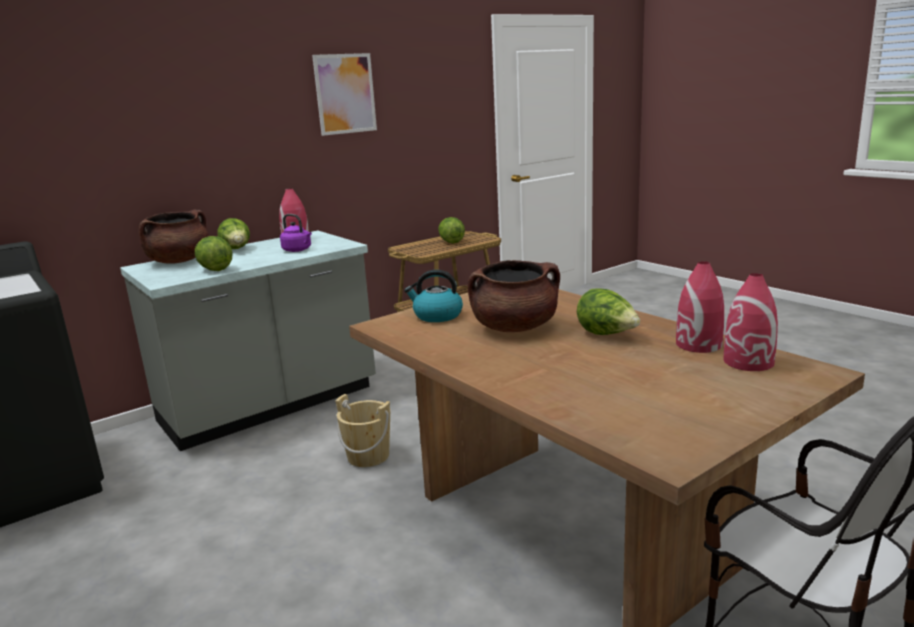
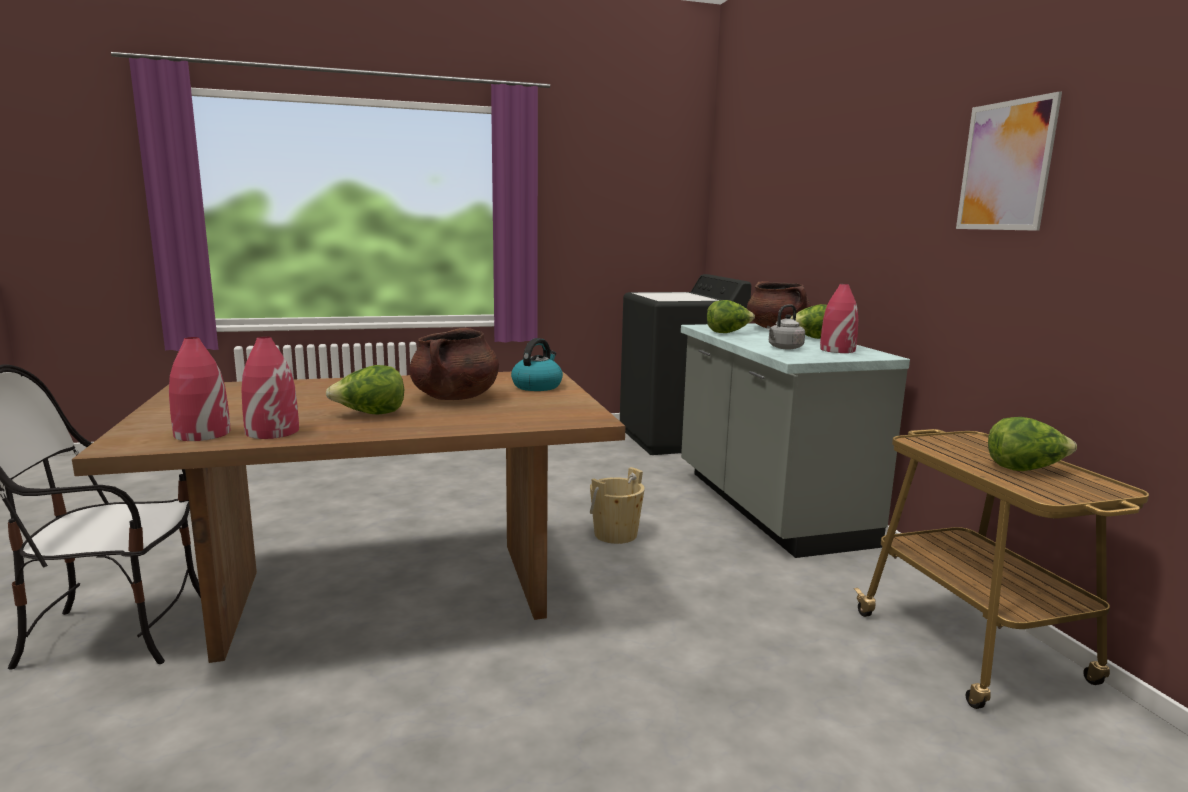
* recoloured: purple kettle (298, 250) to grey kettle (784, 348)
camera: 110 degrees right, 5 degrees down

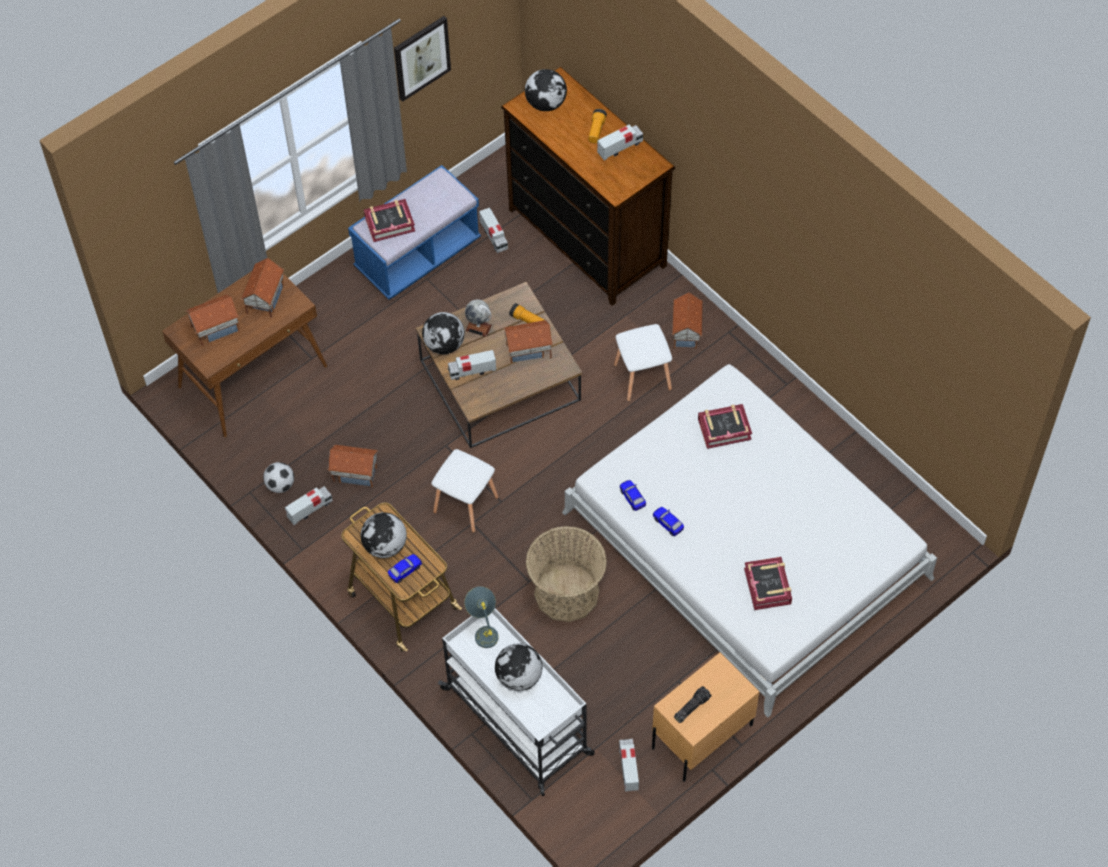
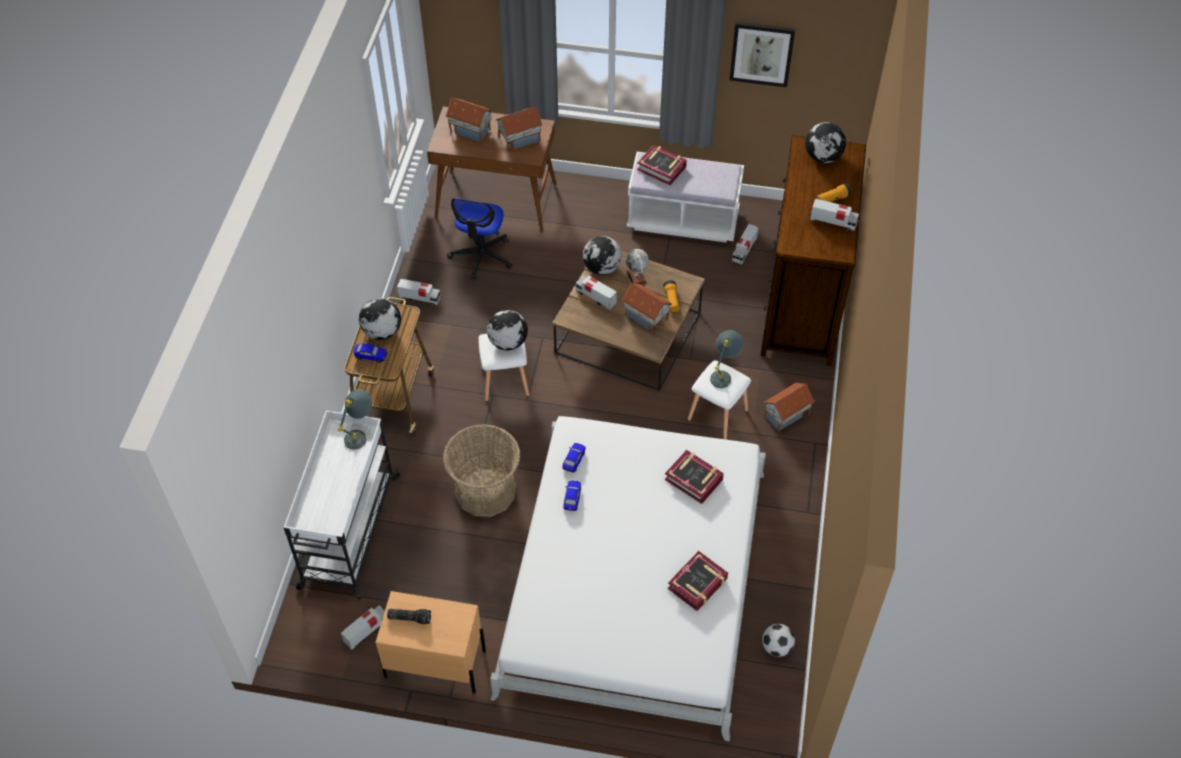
* moved: football (280, 485) to (776, 647)
* removed: toy house (355, 473)
* recoloured: blue bench (417, 255) to white bench (683, 220)
* moved: globe (518, 677) to (507, 342)
* moved: book (768, 586) to (698, 584)
* added: office chair (481, 256)
* added: grey table lamp (724, 374)
camera: 50 degrees right, 5 degrees down

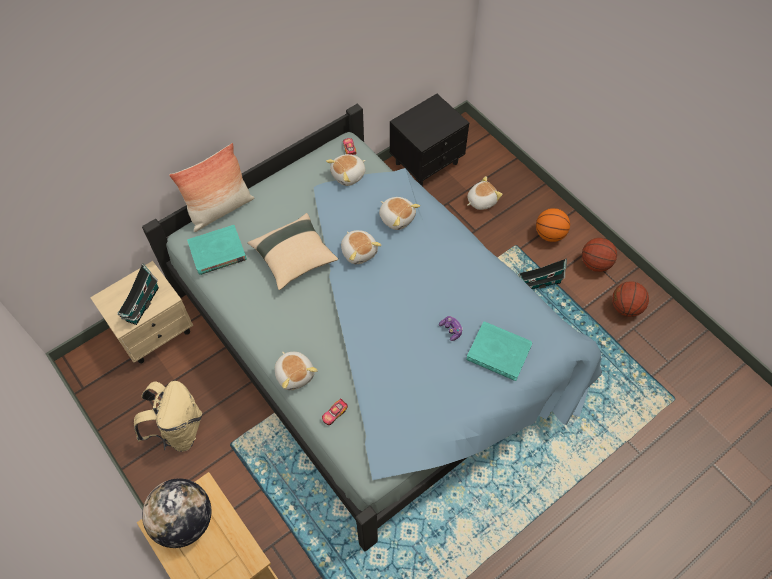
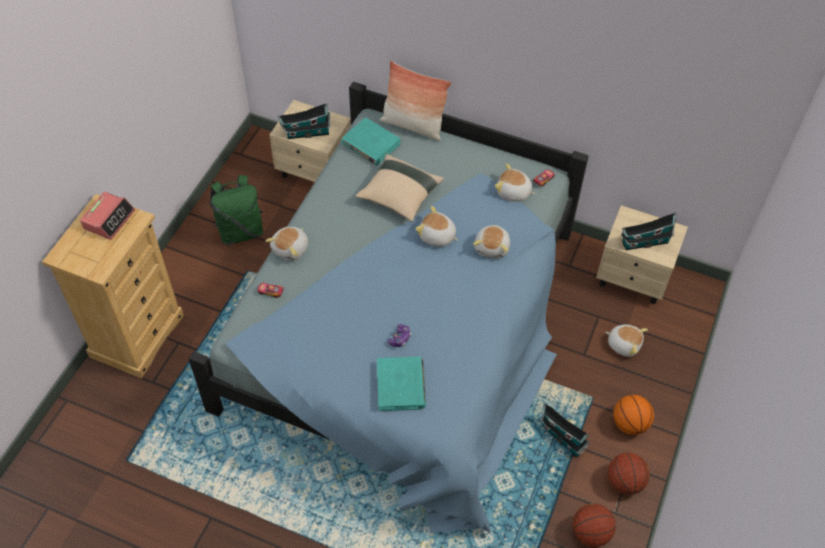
* recoloured: beige backpack (178, 429) to green backpack (240, 231)
* replaced: globe (184, 521) to alarm clock (109, 219)
* turned: plush toy (359, 251) = (437, 236) 90 degrees clockwise
* recoloured: black nightstand (427, 162) to beige nightstand (633, 278)
* added: toy house (643, 242)
camera: 60 degrees right, 5 degrees down

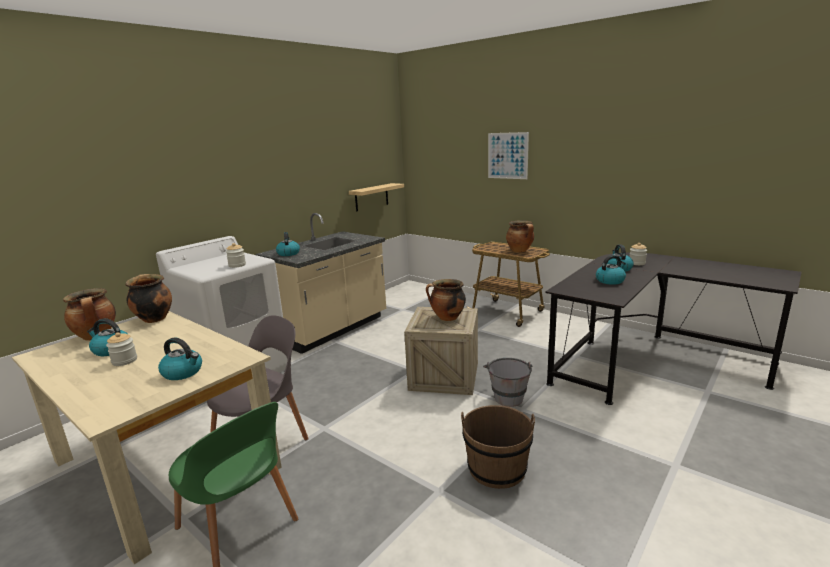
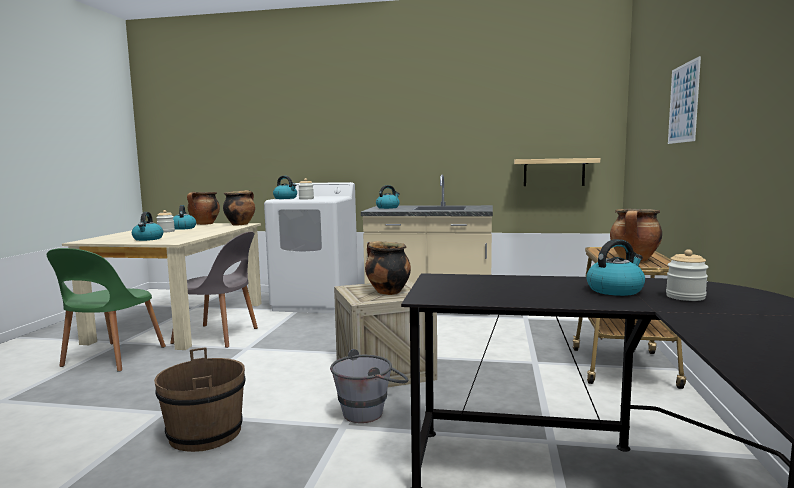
* moved: kettle (610, 280) to (286, 198)
camera: 60 degrees right, 10 degrees down

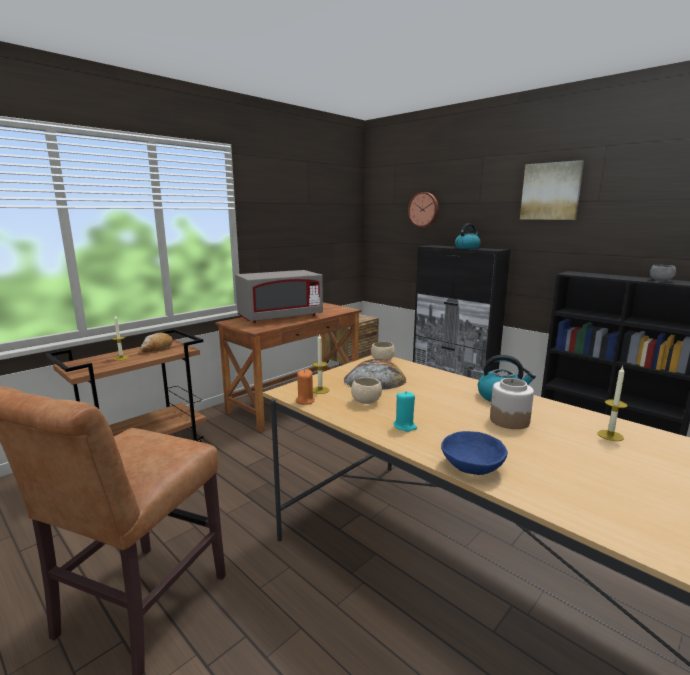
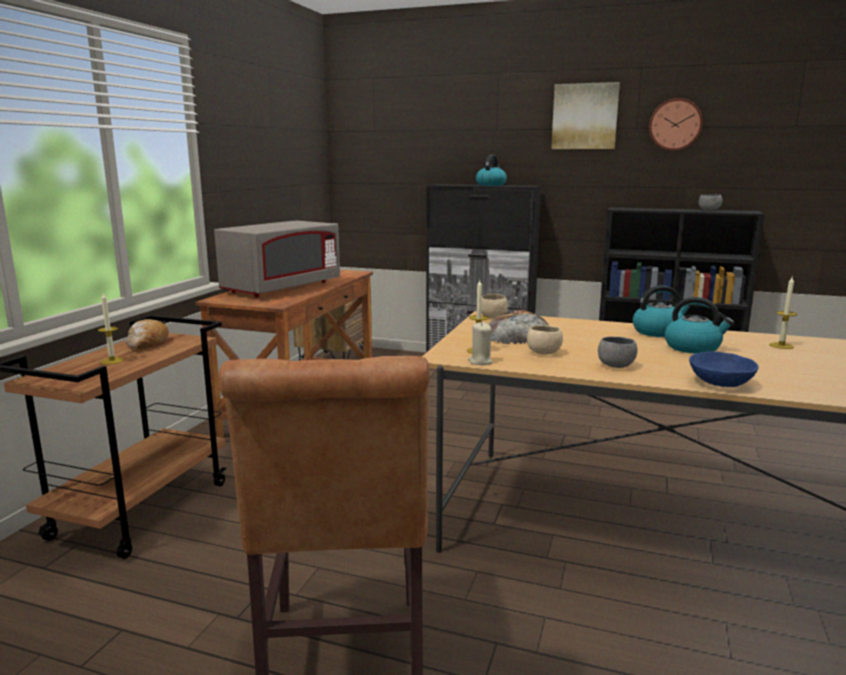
* recoloured: orange candle (305, 401) to beige candle (480, 362)
* replaced: turquoise candle (405, 426) to grey bowl (616, 366)
* moved: wall clock (424, 209) to (675, 125)
* replaced: jar (509, 420) to kettle (693, 347)
camera: 25 degrees left, 0 degrees up

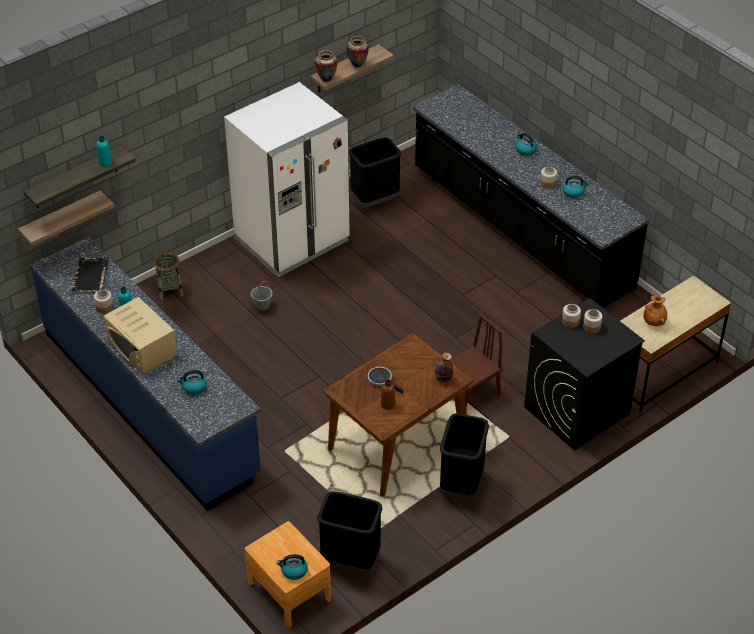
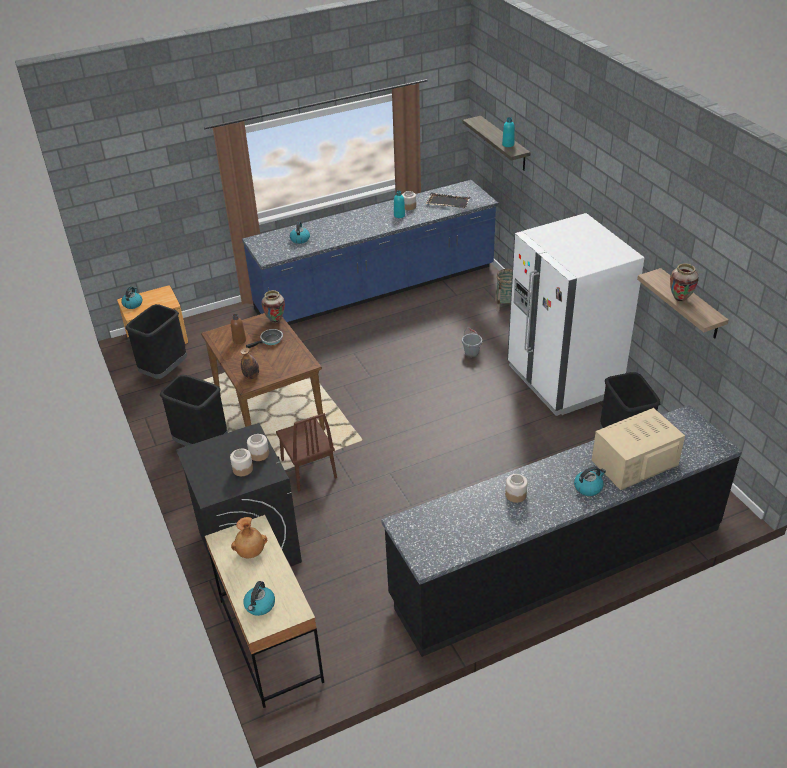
* removed: shelf (61, 219)
* moved: beige microwave (142, 347) to (634, 462)
* moved: vase (326, 80) to (275, 321)
* moved: kettle (573, 192) to (260, 605)
camera: 105 degrees right, 5 degrees down

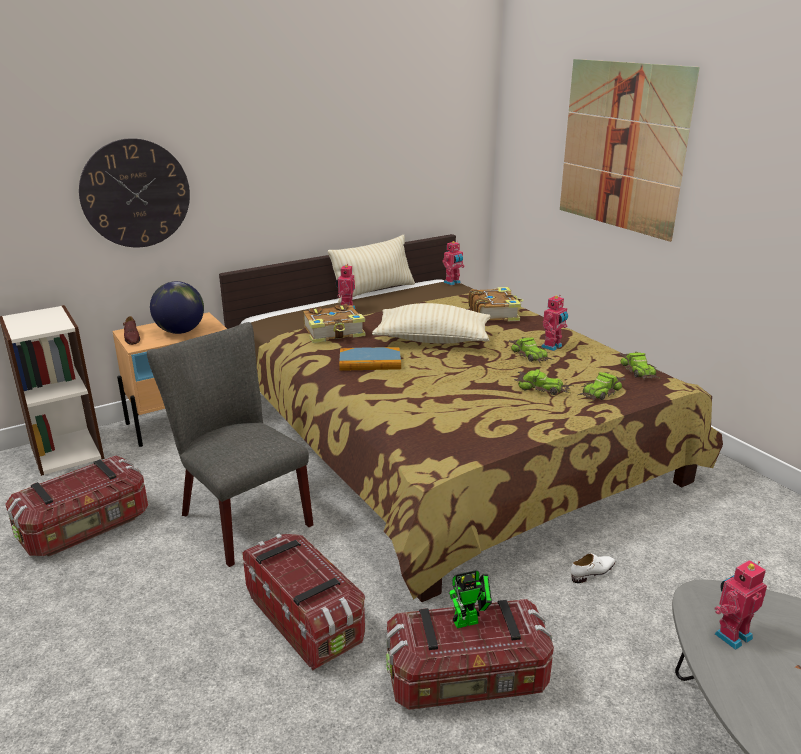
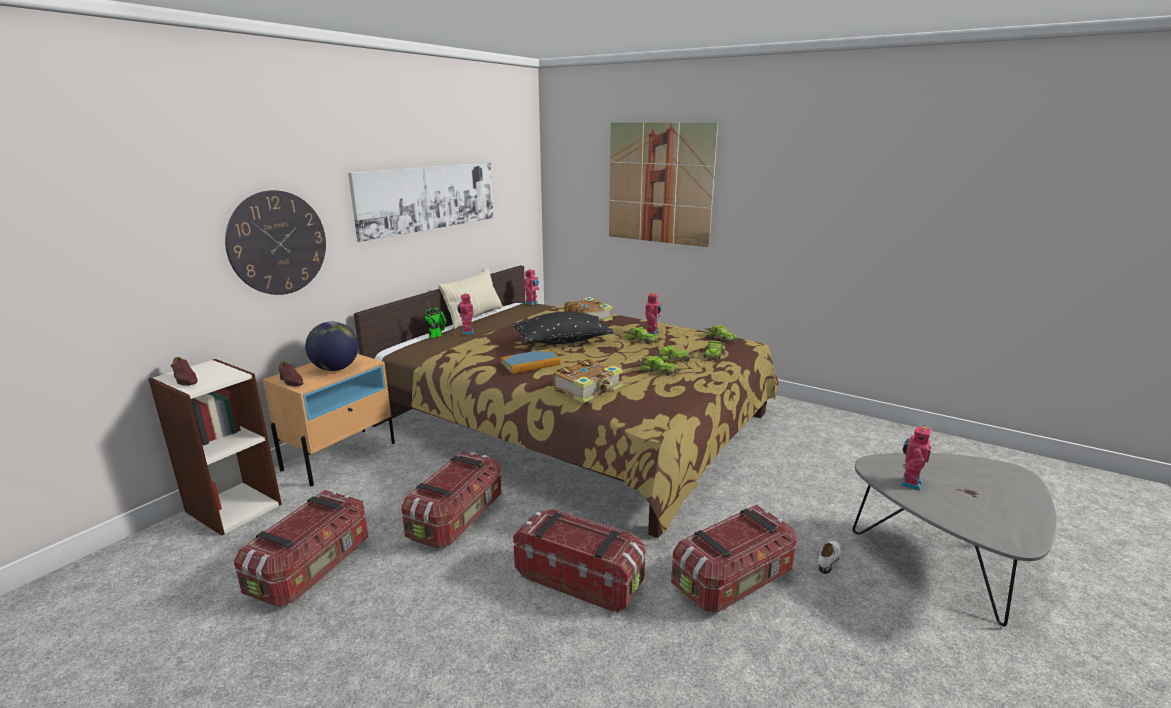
* replaced: grey chair (239, 517) to storage box (458, 518)
* moved: book (334, 332) to (588, 389)
* recoloured: beige pillow (432, 340) to black pillow (562, 341)
* moved: toy robot (469, 621) to (437, 335)
* moved: white shoe (593, 572) to (829, 559)
* added: brown shoe (185, 380)
* added: picture (428, 198)
* added: toy car (659, 371)
camera: 25 degrees left, 5 degrees down

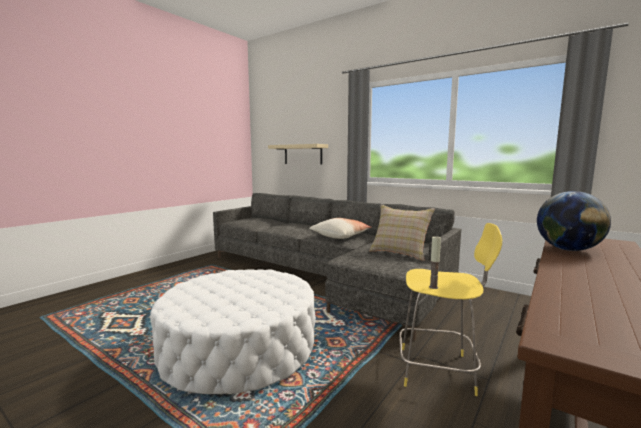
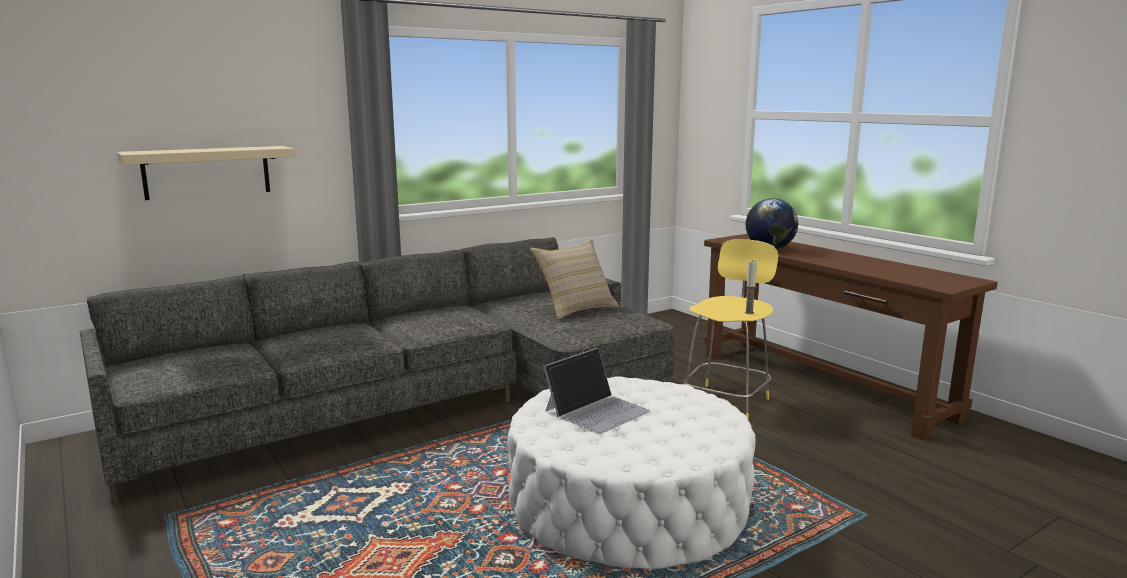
* removed: pillow (340, 236)
* added: laptop (597, 410)
camera: 70 degrees left, 5 degrees up

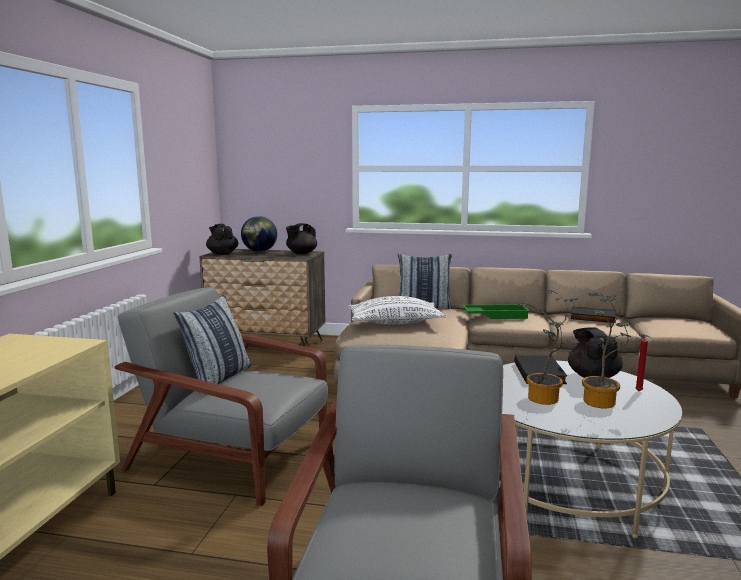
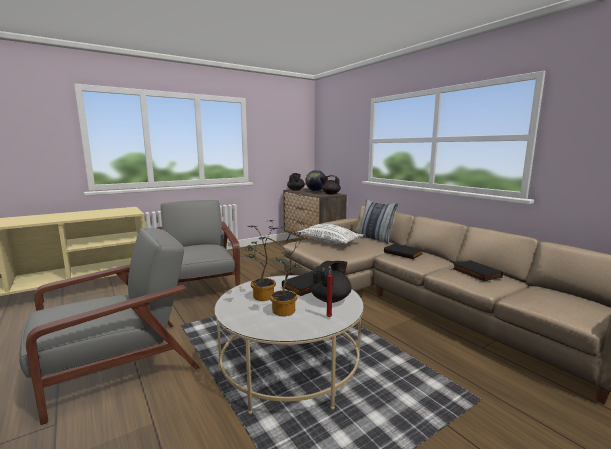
* removed: pillow (218, 378)
* replaced: green tray (495, 315) to black book (403, 253)
camera: 45 degrees right, 0 degrees up

